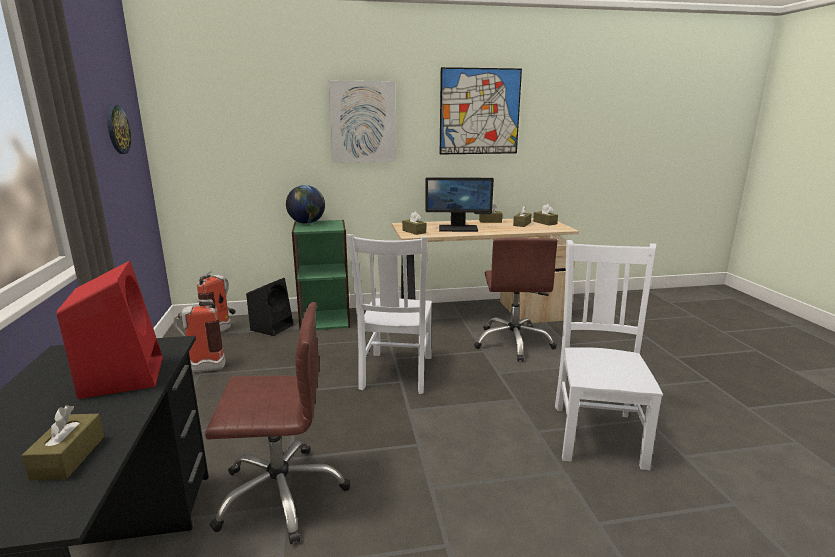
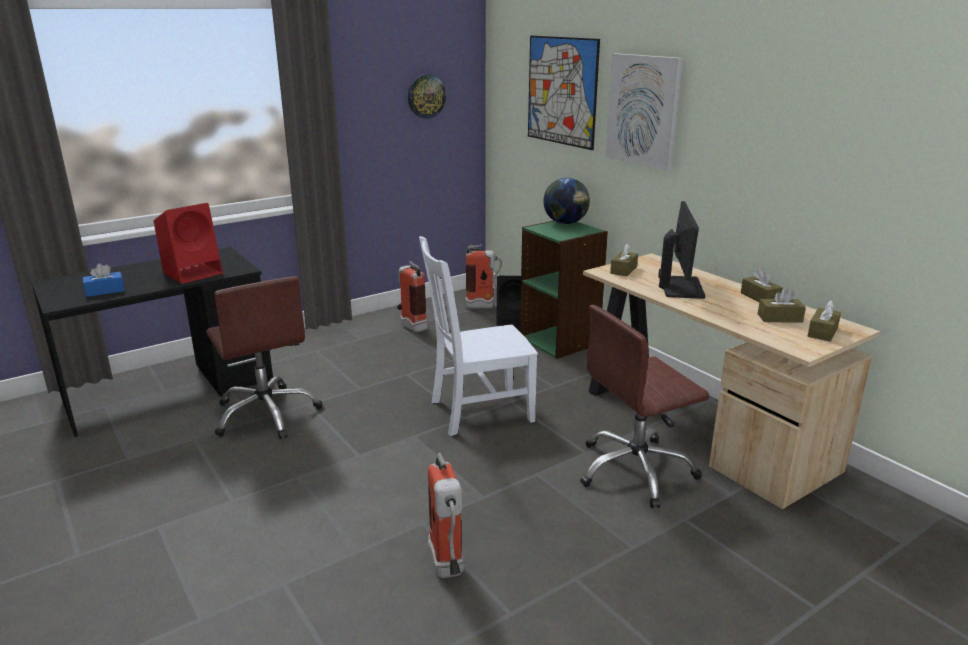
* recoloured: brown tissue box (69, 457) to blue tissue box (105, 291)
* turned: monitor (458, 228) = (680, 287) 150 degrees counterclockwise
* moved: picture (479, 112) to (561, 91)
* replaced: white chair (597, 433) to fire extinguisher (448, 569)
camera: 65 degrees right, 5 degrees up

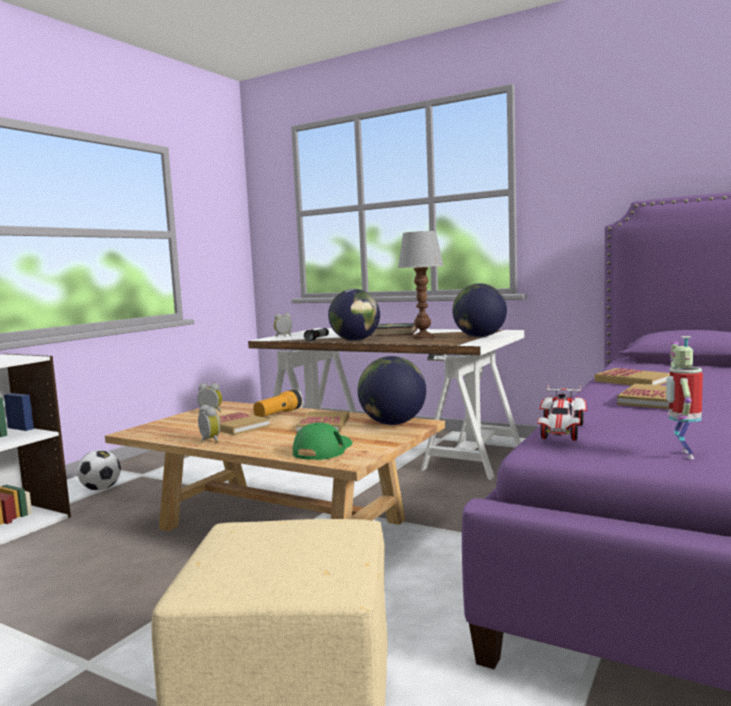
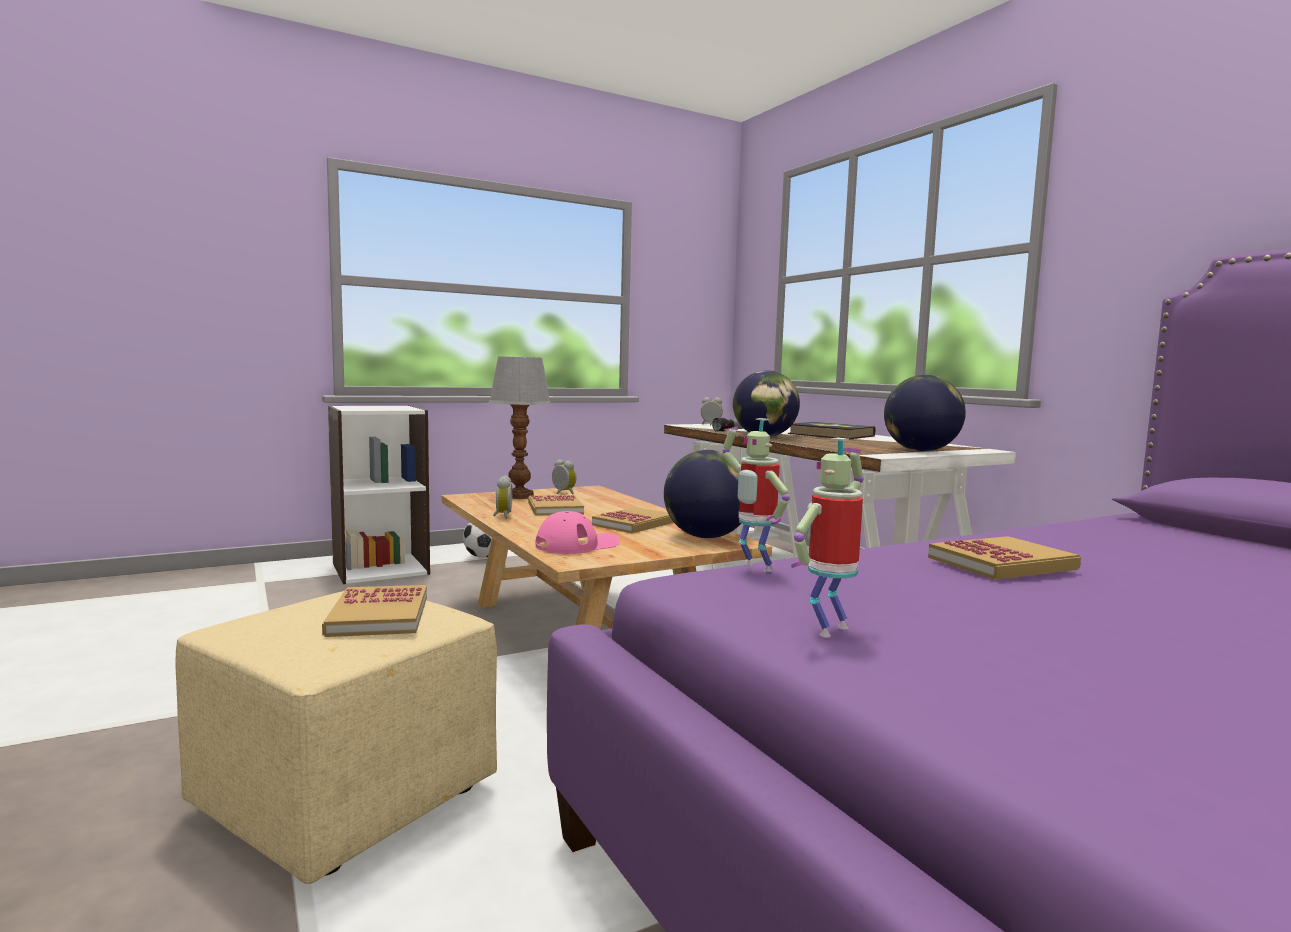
* removed: flashlight (278, 414)
* recoloured: green cap (323, 449) to pink cap (577, 545)
* moved: table lamp (422, 338) to (519, 496)
* replaced: toy car (562, 431) to toy robot (753, 568)
* moved: book (632, 381) to (378, 615)
camera: 30 degrees right, 0 degrees up

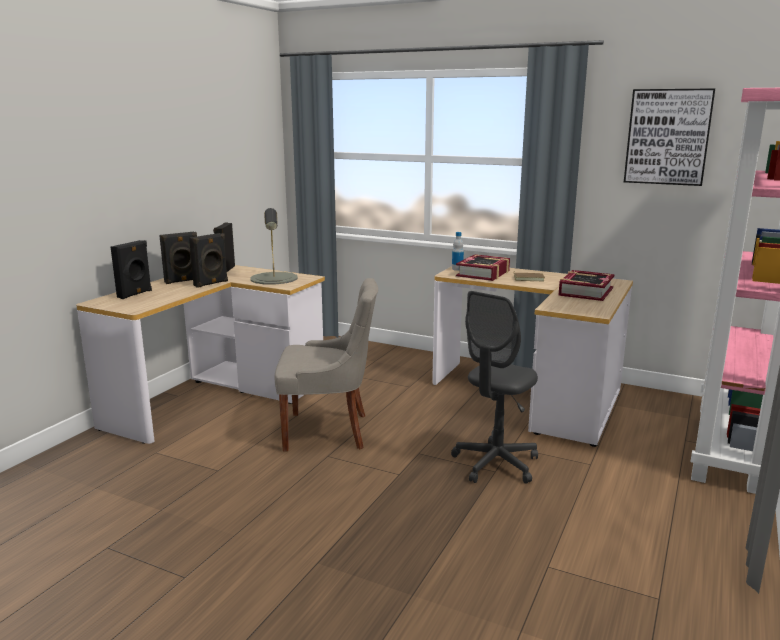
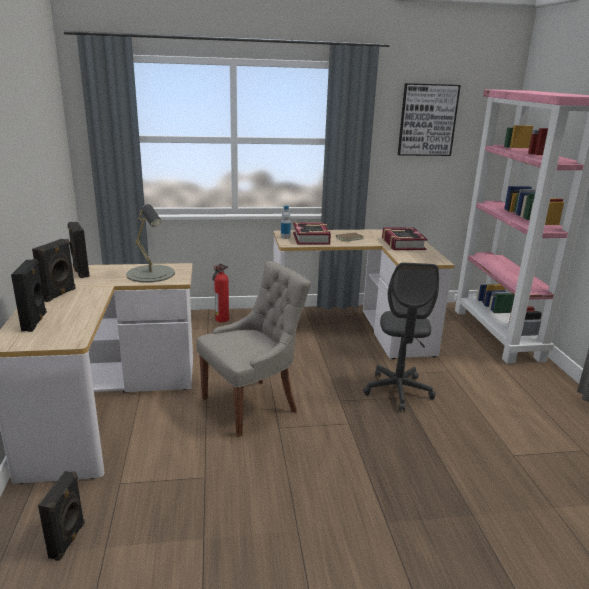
* moved: black speaker (211, 283) to (68, 540)
* added: fire extinguisher (221, 319)
camera: 35 degrees left, 5 degrees up

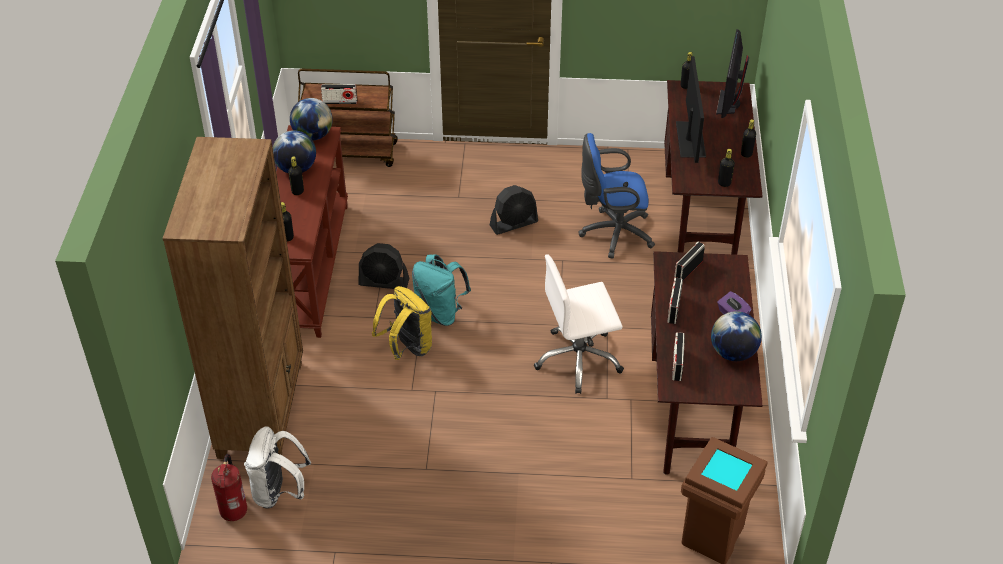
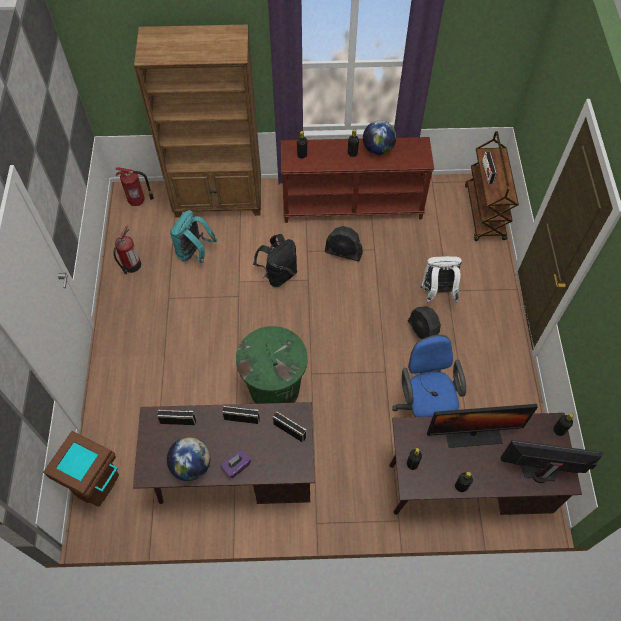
* moved: white backpack (279, 492) to (437, 292)
* removed: globe (313, 135)
* turned: black fan (384, 282) = (343, 252) 75 degrees counterclockwise
* recoloured: yellow backpack (407, 348) to black backpack (278, 274)
* moved: turquoise backpack (440, 313) to (194, 253)
* replaced: white office chair (578, 360) to green trash can (275, 388)
* added: fire extinguisher (131, 266)
camera: 85 degrees right, 15 degrees up

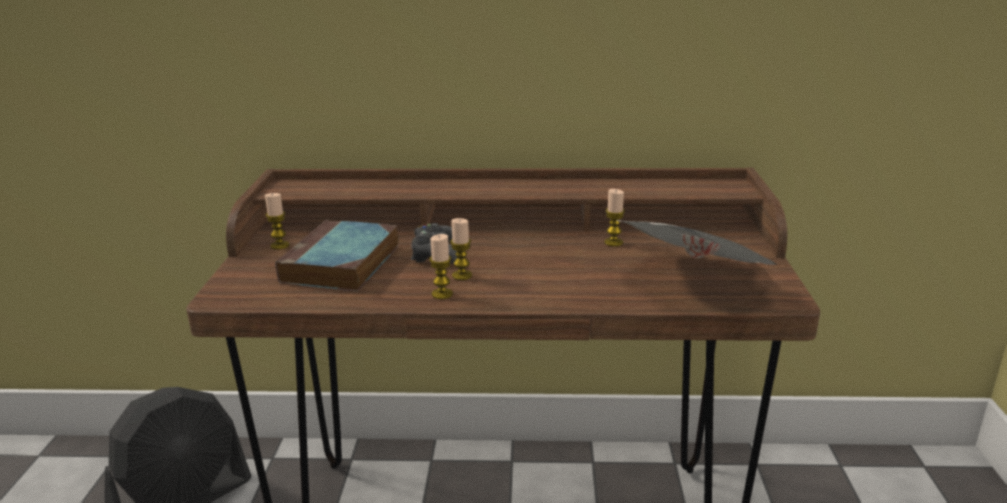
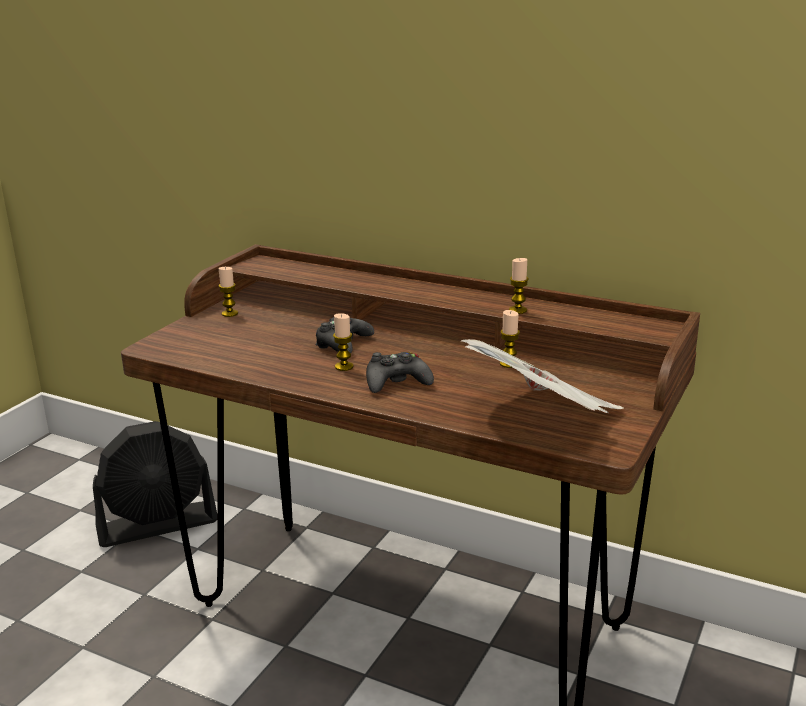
* removed: book (341, 264)
* moved: candle (442, 294) to (518, 310)
* added: black game controller (397, 382)
camera: 25 degrees right, 0 degrees up

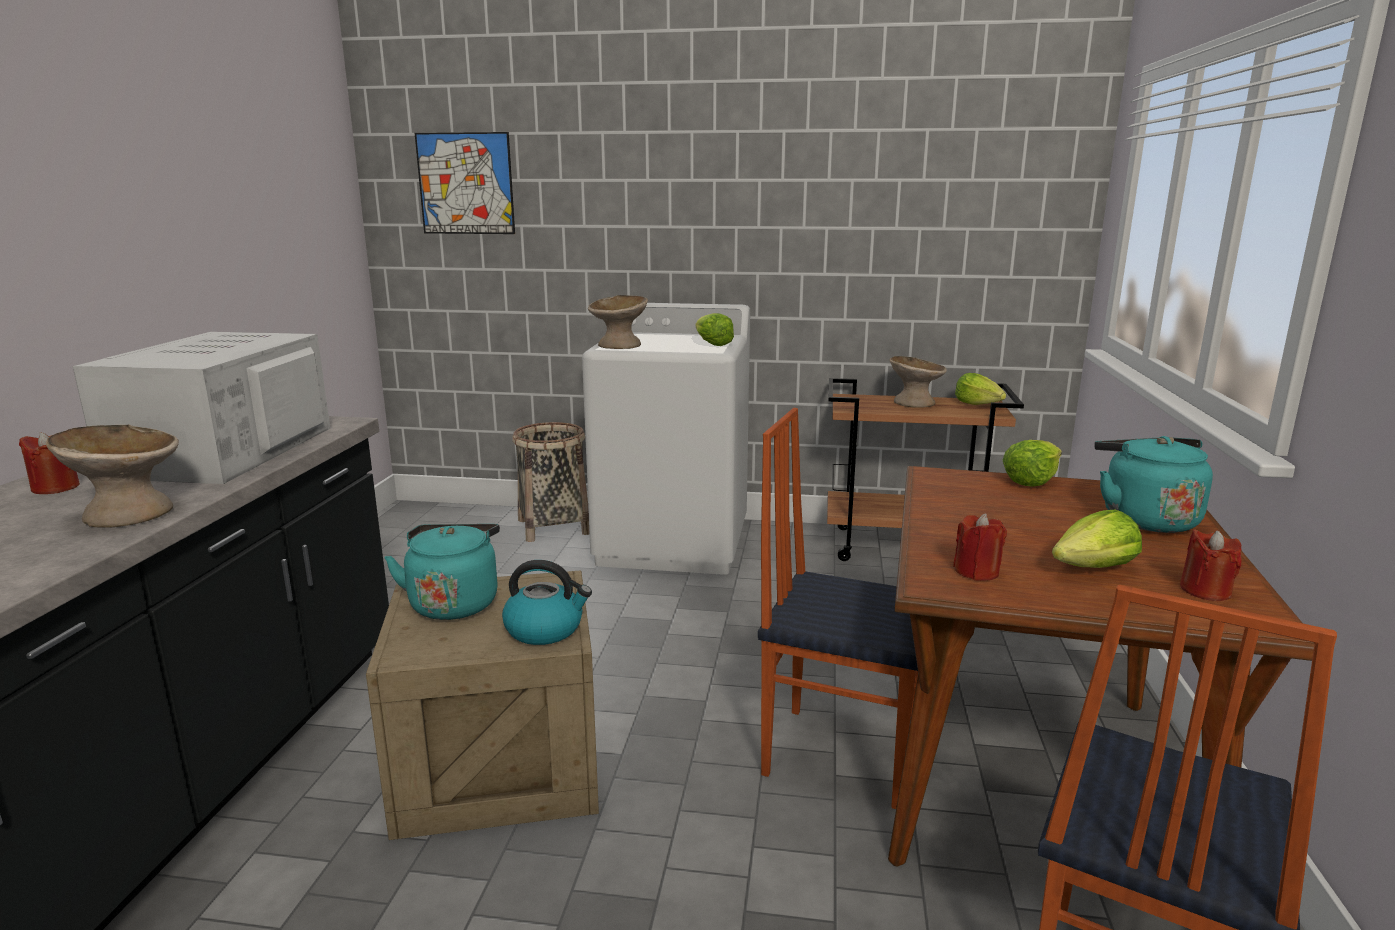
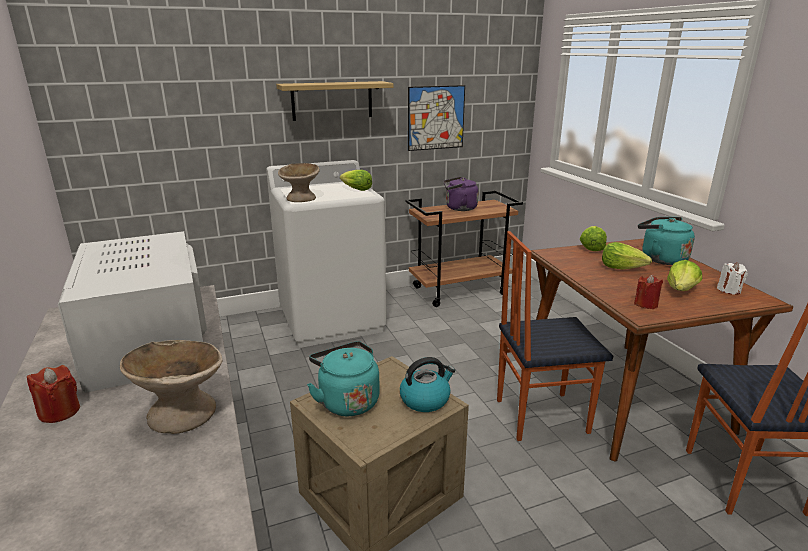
* moved: picture (465, 184) to (436, 118)
* removed: basket (554, 527)
* replaced: beige bowl (914, 403) to purple kettle (459, 208)
* moved: lettuce (978, 404) to (622, 268)
* recoloured: red candle (1205, 591) to white candle (729, 290)
* added: shelf (332, 100)
camera: 30 degrees left, 5 degrees up

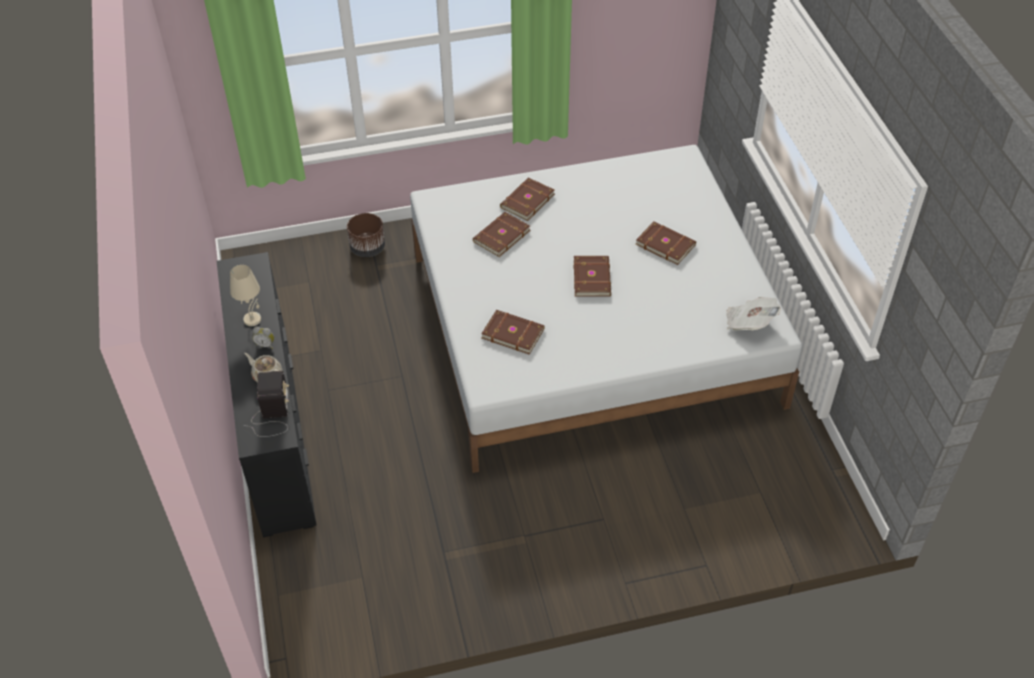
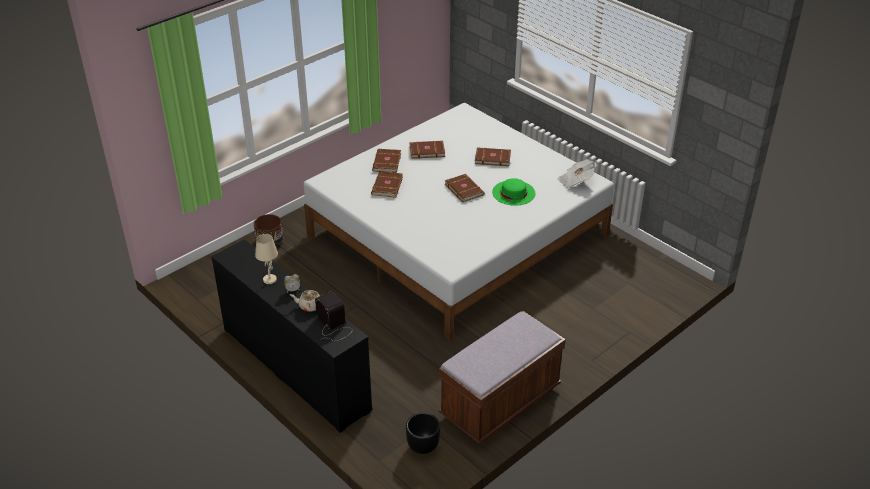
* moved: brown book (513, 333) to (426, 151)
* added: black planter (423, 447)
* added: brown bench (500, 402)
* added: green hat (513, 192)
camera: 30 degrees left, 10 degrees down

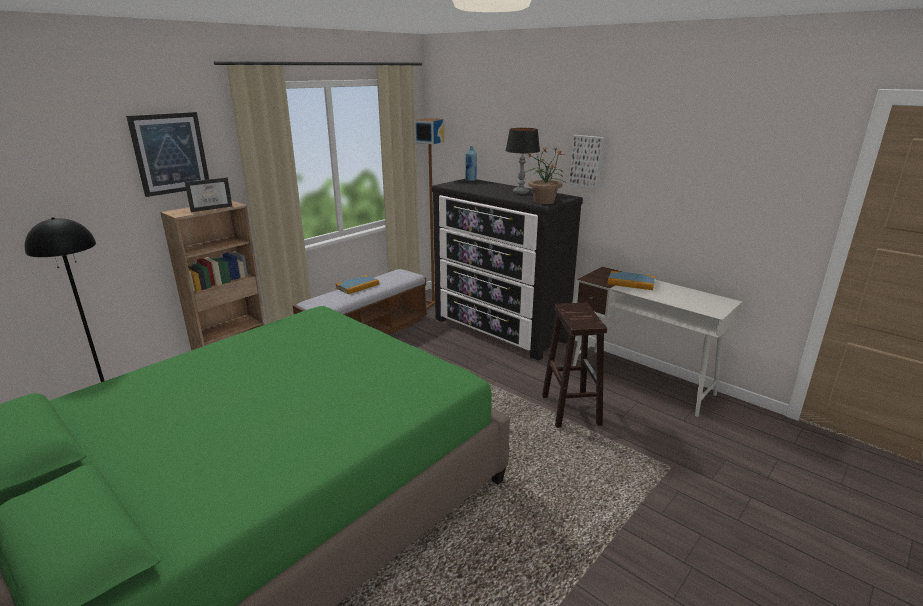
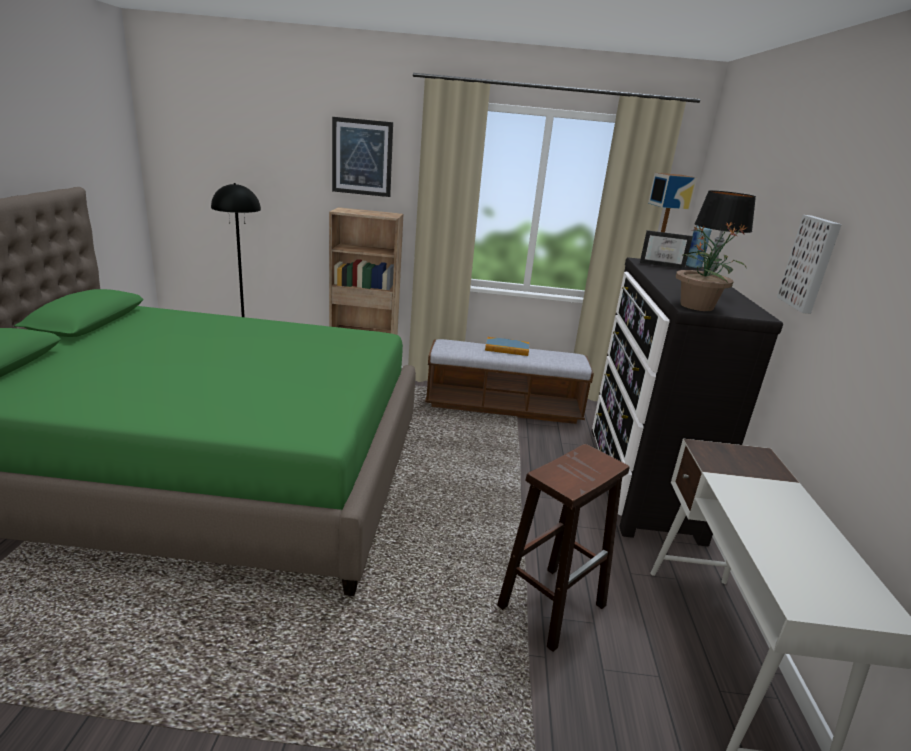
* moved: picture frame (211, 208) to (662, 265)
* removed: book (631, 283)
camera: 50 degrees right, 0 degrees up

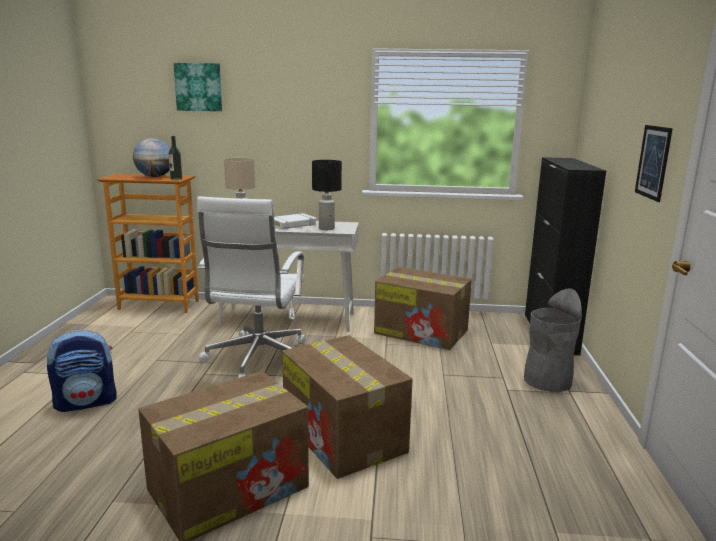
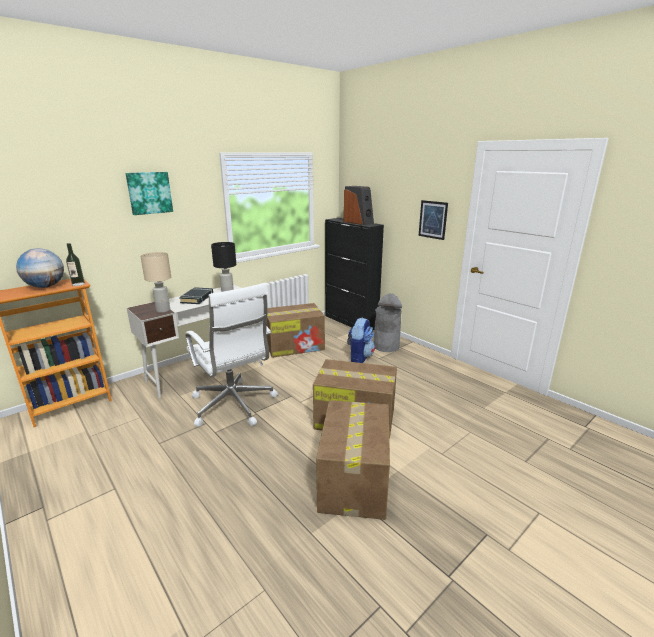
* moved: backpack (87, 402) to (359, 357)
* moved: picture (199, 87) to (149, 193)
* recoloured: white book (292, 225) to black book (197, 298)
* added: speaker (358, 222)
camera: 45 degrees left, 5 degrees up

